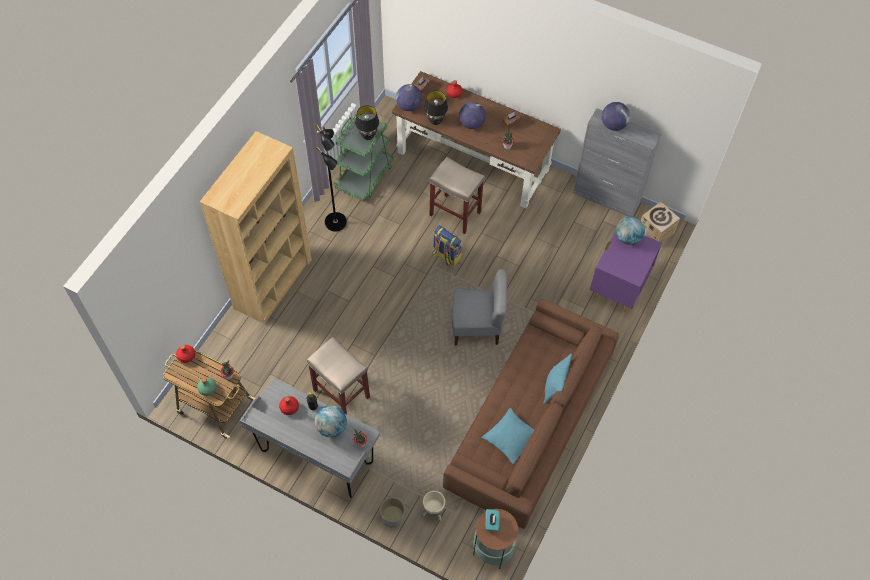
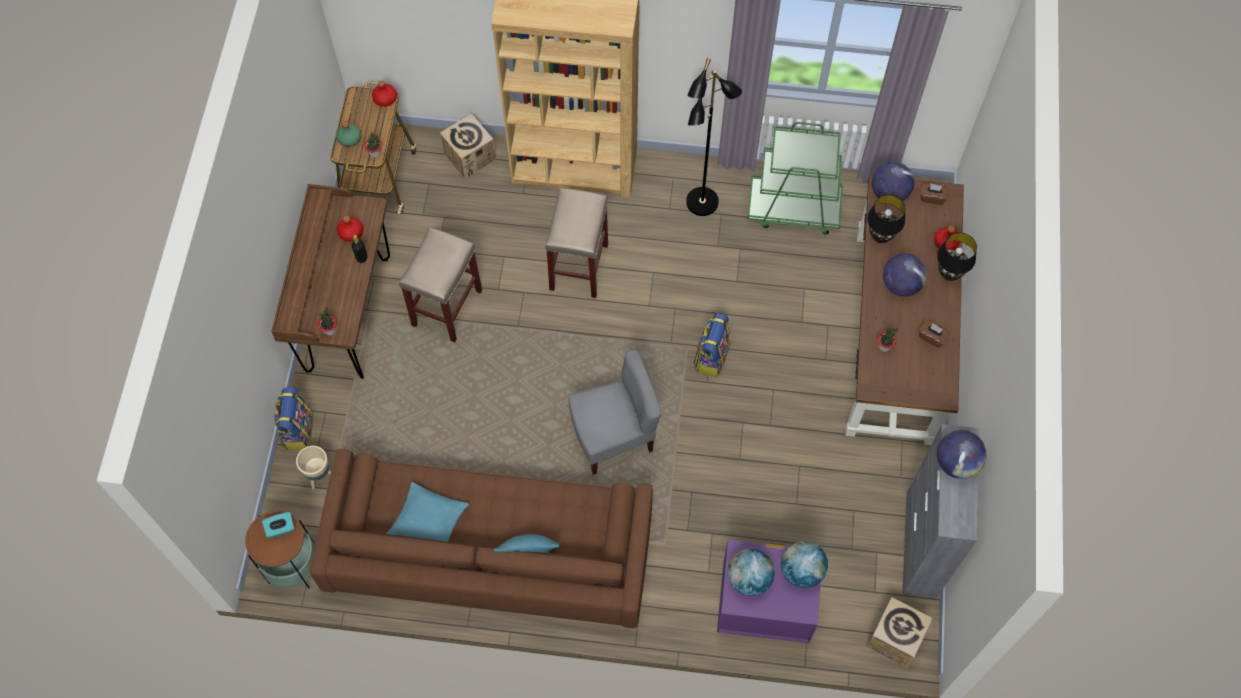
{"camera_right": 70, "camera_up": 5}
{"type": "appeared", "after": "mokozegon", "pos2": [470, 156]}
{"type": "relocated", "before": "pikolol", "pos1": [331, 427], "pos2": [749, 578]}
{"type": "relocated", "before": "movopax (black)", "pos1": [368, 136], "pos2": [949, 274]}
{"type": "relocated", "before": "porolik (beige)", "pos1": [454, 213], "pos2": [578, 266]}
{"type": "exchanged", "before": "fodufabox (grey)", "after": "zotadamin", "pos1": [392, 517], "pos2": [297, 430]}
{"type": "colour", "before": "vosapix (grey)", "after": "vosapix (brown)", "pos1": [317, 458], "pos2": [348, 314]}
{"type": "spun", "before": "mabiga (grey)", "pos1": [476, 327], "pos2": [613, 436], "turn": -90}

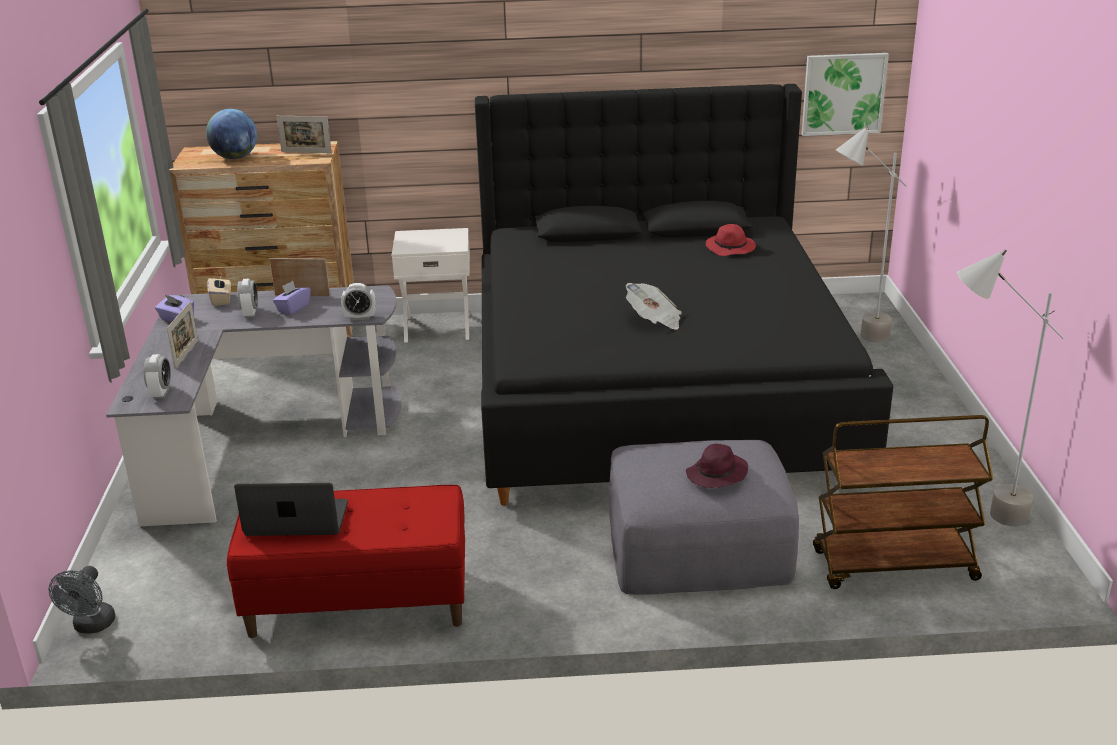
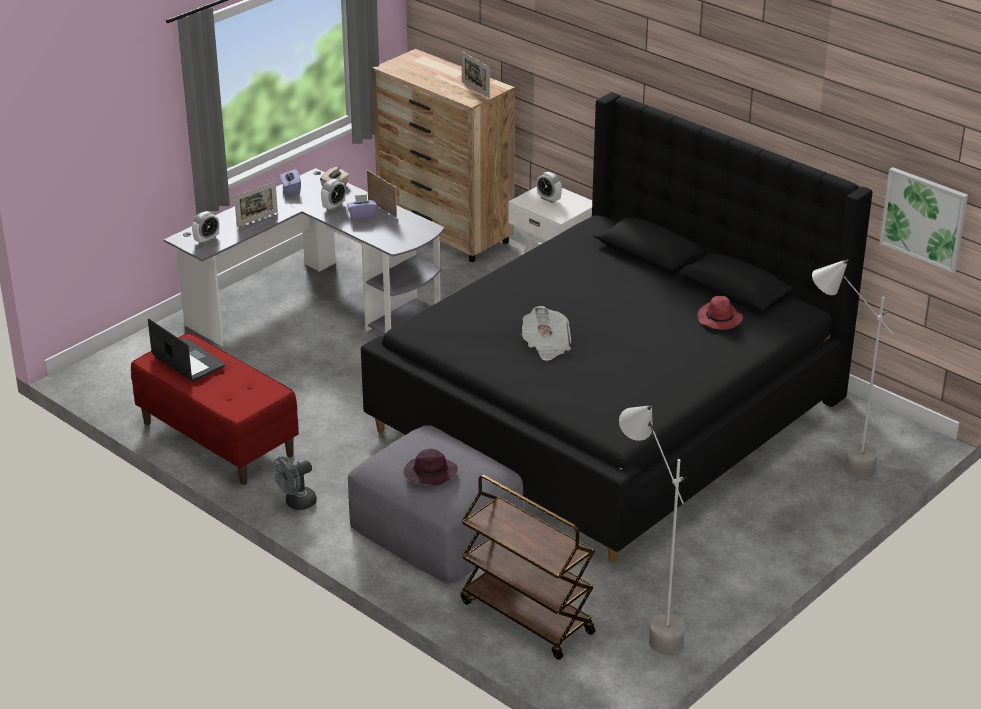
{"camera_right": 45, "camera_up": 5}
{"type": "missing", "before": "pikolol", "pos1": [235, 157]}
{"type": "relocated", "before": "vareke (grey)", "pos1": [92, 626], "pos2": [296, 503]}
{"type": "relocated", "before": "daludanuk", "pos1": [360, 317], "pos2": [549, 199]}

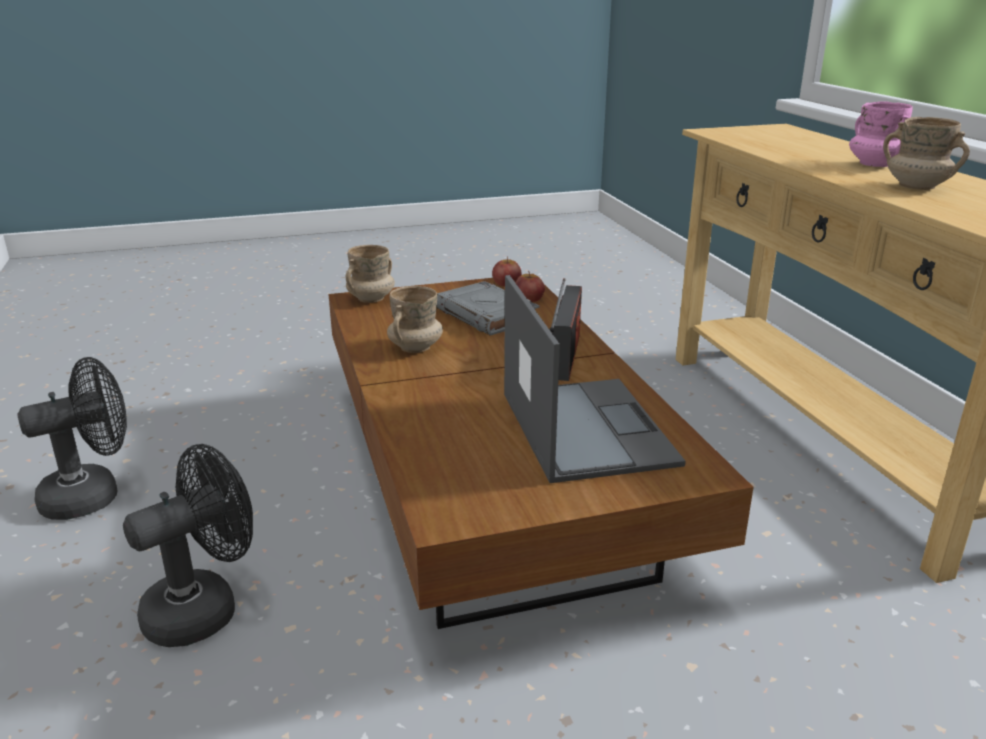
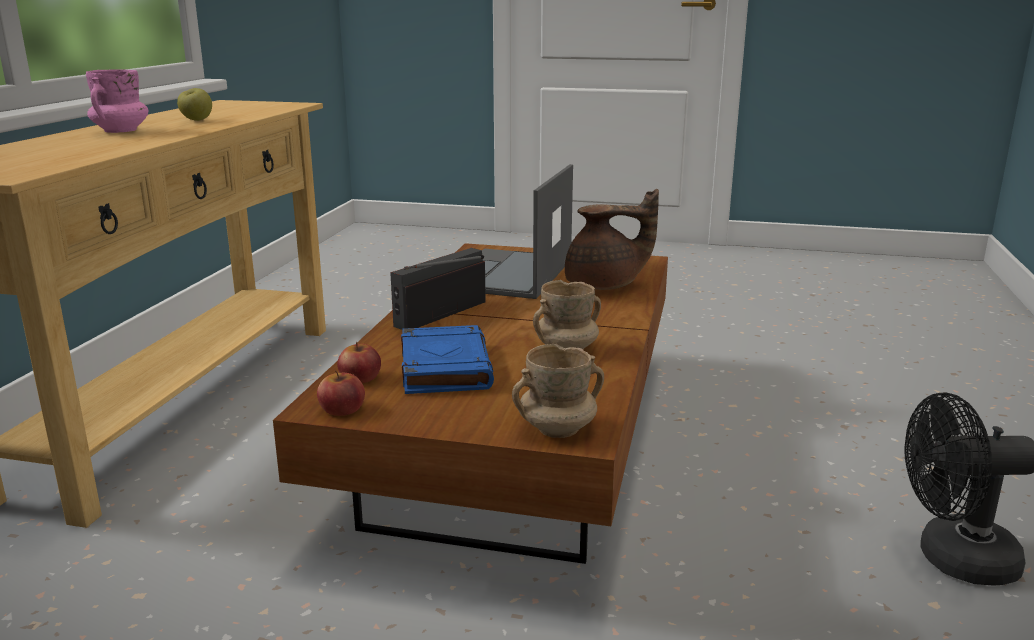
{"camera_right": -150, "camera_up": -5}
{"type": "missing", "before": "vareke (black)", "pos1": [204, 608]}
{"type": "appeared", "after": "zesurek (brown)", "pos2": [605, 285]}
{"type": "exchanged", "before": "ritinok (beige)", "after": "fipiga", "pos1": [916, 187], "pos2": [197, 120]}
{"type": "colour", "before": "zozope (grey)", "after": "zozope (blue)", "pos1": [487, 315], "pos2": [444, 367]}

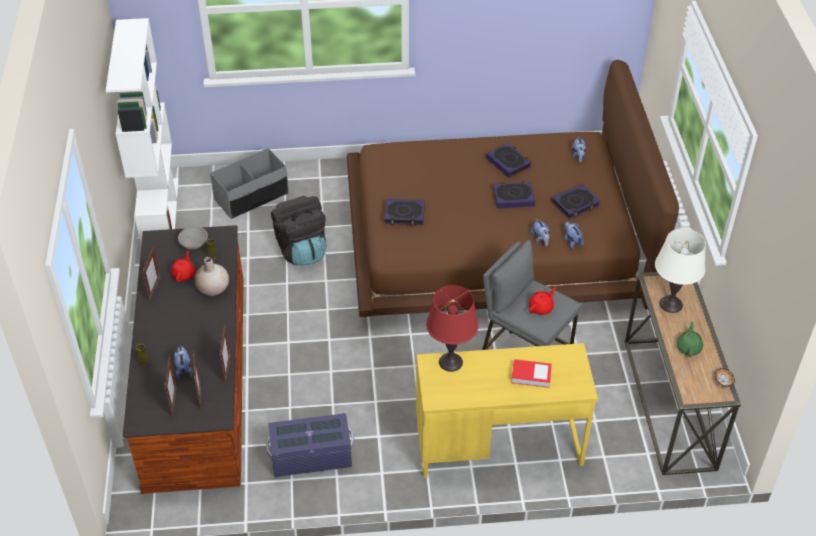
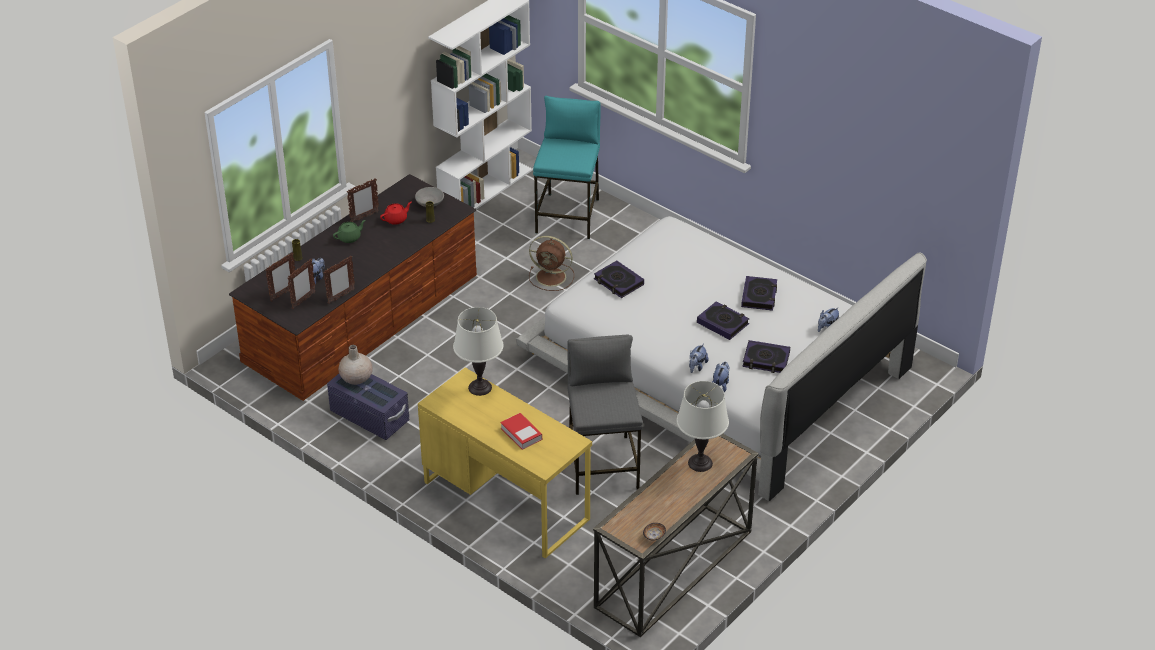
{"camera_right": 45, "camera_up": -5}
{"type": "missing", "before": "zesurek (red)", "pos1": [541, 307]}
{"type": "relocated", "before": "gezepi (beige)", "pos1": [213, 288], "pos2": [356, 378]}
{"type": "relocated", "before": "zesurek (green)", "pos1": [689, 347], "pos2": [350, 238]}
{"type": "exchanged", "before": "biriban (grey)", "after": "porolik (turquoise)", "pos1": [251, 196], "pos2": [568, 216]}
{"type": "exchanged", "before": "zotadamin (black)", "after": "vareke (brown)", "pos1": [301, 250], "pos2": [552, 277]}
{"type": "colour", "before": "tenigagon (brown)", "after": "tenigagon (white)", "pos1": [496, 237], "pos2": [716, 365]}
{"type": "colour", "before": "movopax (red)", "after": "movopax (white)", "pos1": [450, 362], "pos2": [480, 387]}

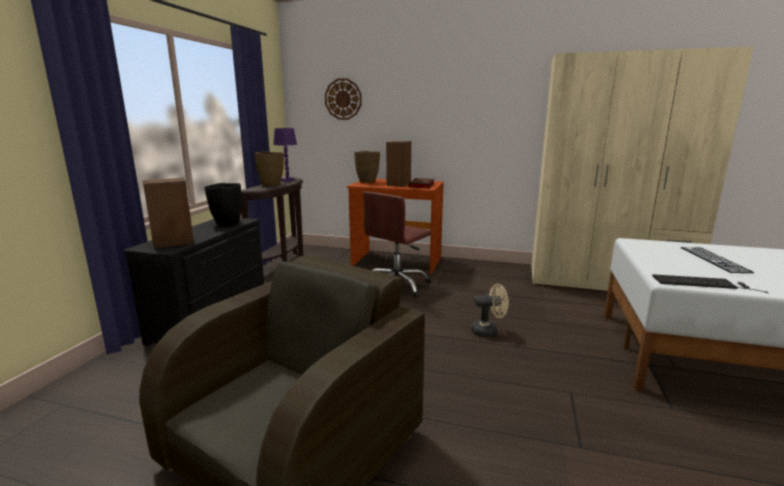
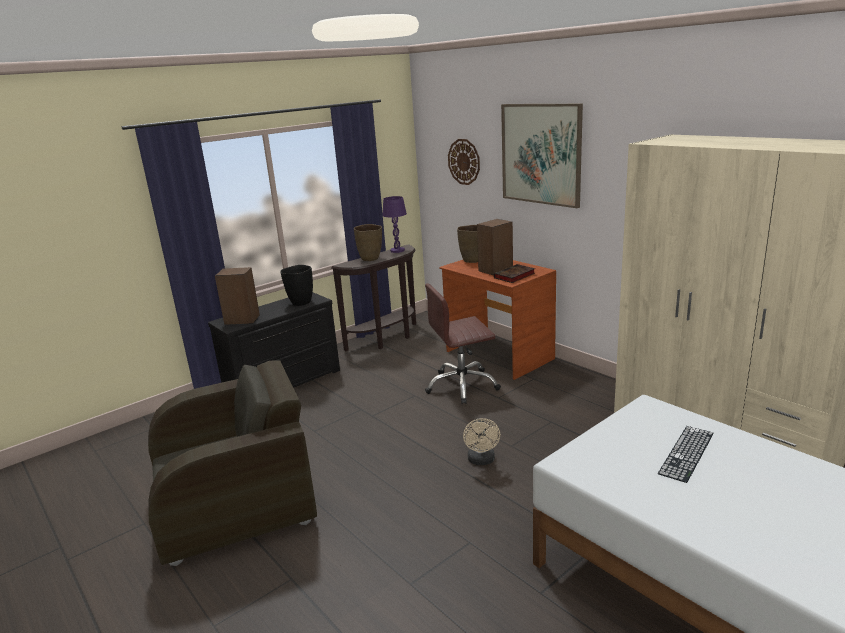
{"camera_right": 35, "camera_up": 5}
{"type": "missing", "before": "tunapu", "pos1": [703, 283]}
{"type": "appeared", "after": "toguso", "pos2": [541, 154]}
{"type": "spun", "before": "vareke (beige)", "pos1": [488, 331], "pos2": [482, 461], "turn": 60}

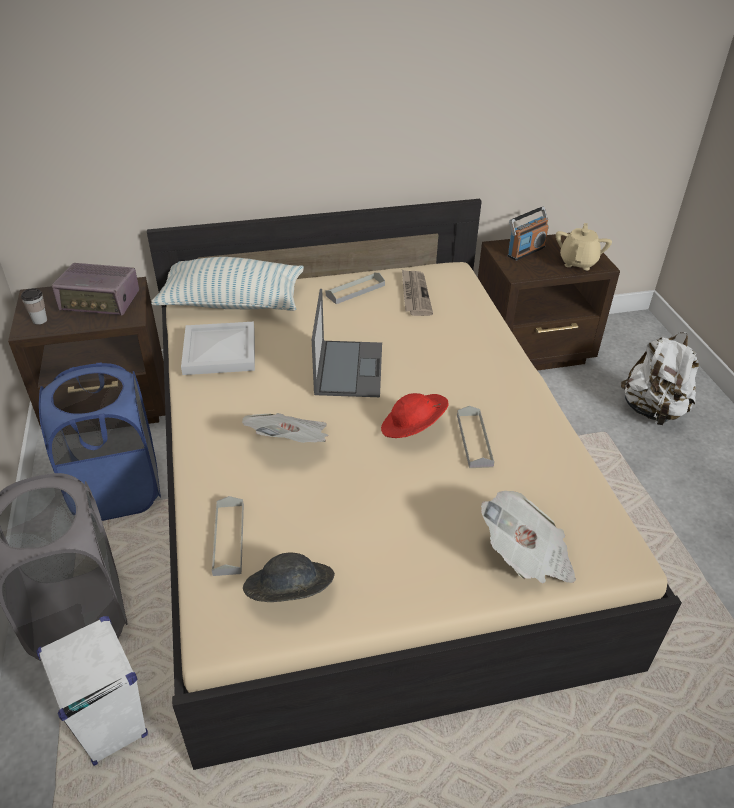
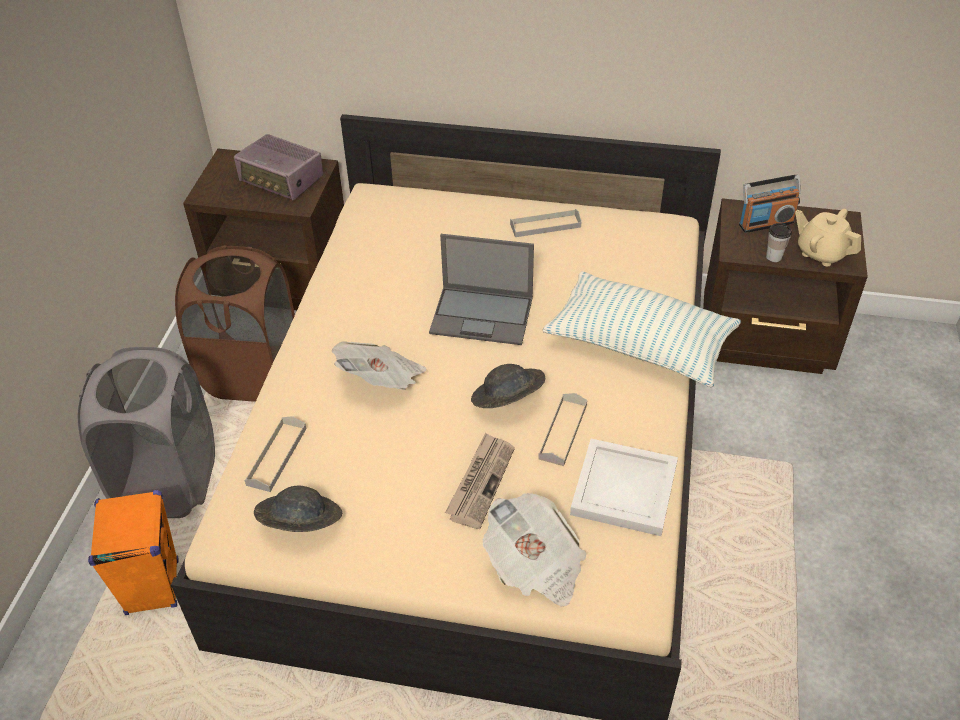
{"camera_right": 25, "camera_up": 5}
{"type": "missing", "before": "zotadamin (white)", "pos1": [652, 410]}
{"type": "relocated", "before": "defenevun", "pos1": [40, 320], "pos2": [774, 257]}
{"type": "relocated", "before": "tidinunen", "pos1": [232, 302], "pos2": [639, 344]}
{"type": "relocated", "before": "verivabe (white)", "pos1": [218, 350], "pos2": [623, 488]}
{"type": "relocated", "before": "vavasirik", "pos1": [414, 294], "pos2": [480, 482]}
{"type": "colour", "before": "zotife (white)", "after": "zotife (orange)", "pos1": [111, 725], "pos2": [152, 587]}
{"type": "colour", "before": "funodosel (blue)", "after": "funodosel (brown)", "pos1": [118, 490], "pos2": [252, 373]}
{"type": "colour", "before": "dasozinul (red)", "after": "dasozinul (grey)", "pos1": [413, 429], "pos2": [507, 401]}
{"type": "spun", "before": "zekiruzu", "pos1": [348, 368], "pos2": [483, 315], "turn": 75}
{"type": "spun", "before": "zesurek (beige)", "pos1": [578, 262], "pos2": [821, 253], "turn": -90}

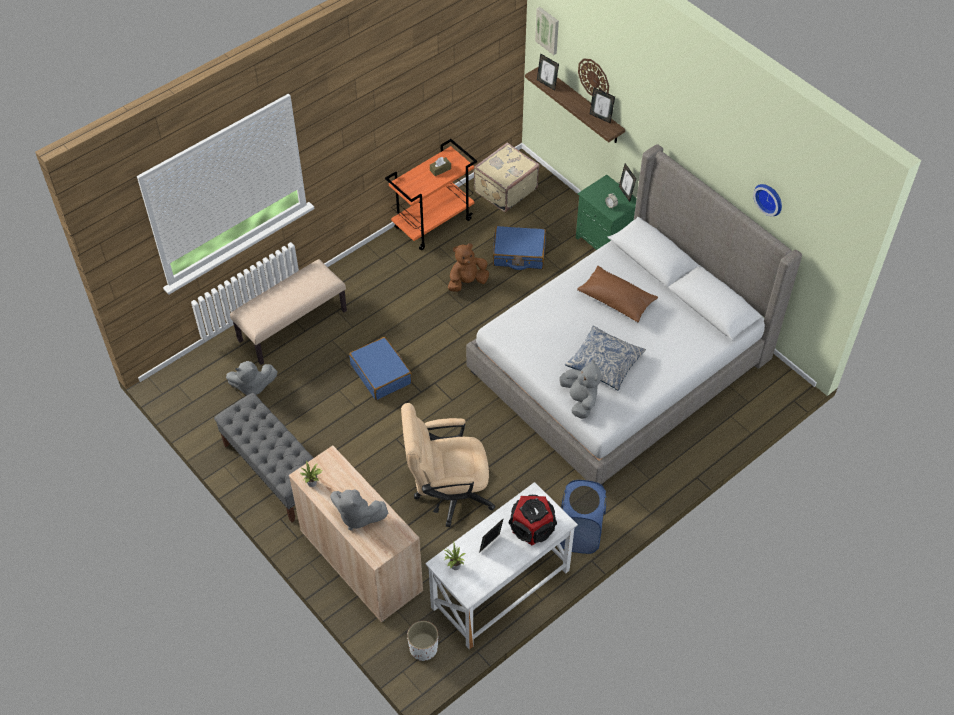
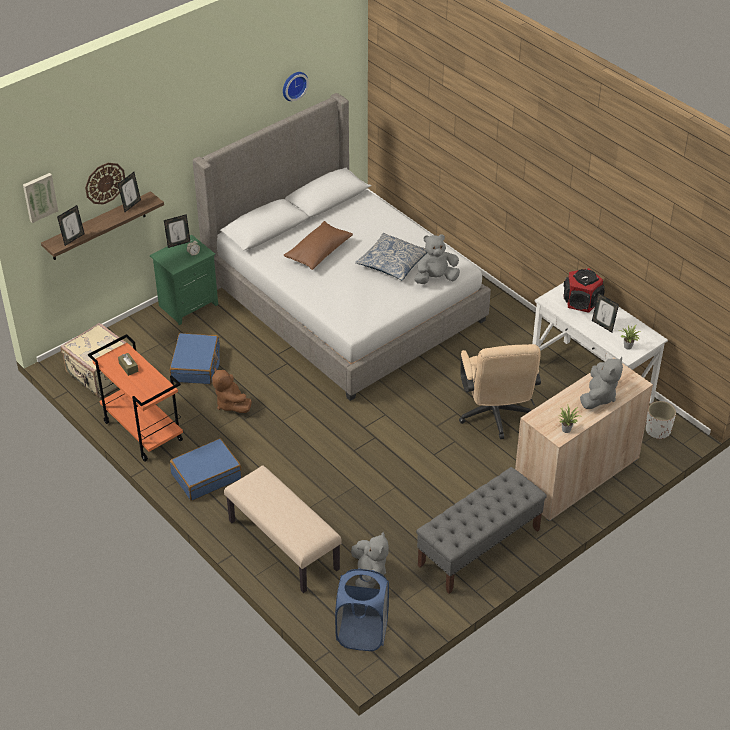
{"camera_right": -90, "camera_up": -10}
{"type": "relocated", "before": "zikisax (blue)", "pos1": [381, 374], "pos2": [206, 476]}
{"type": "relocated", "before": "funodosel (blue)", "pos1": [580, 534], "pos2": [362, 633]}

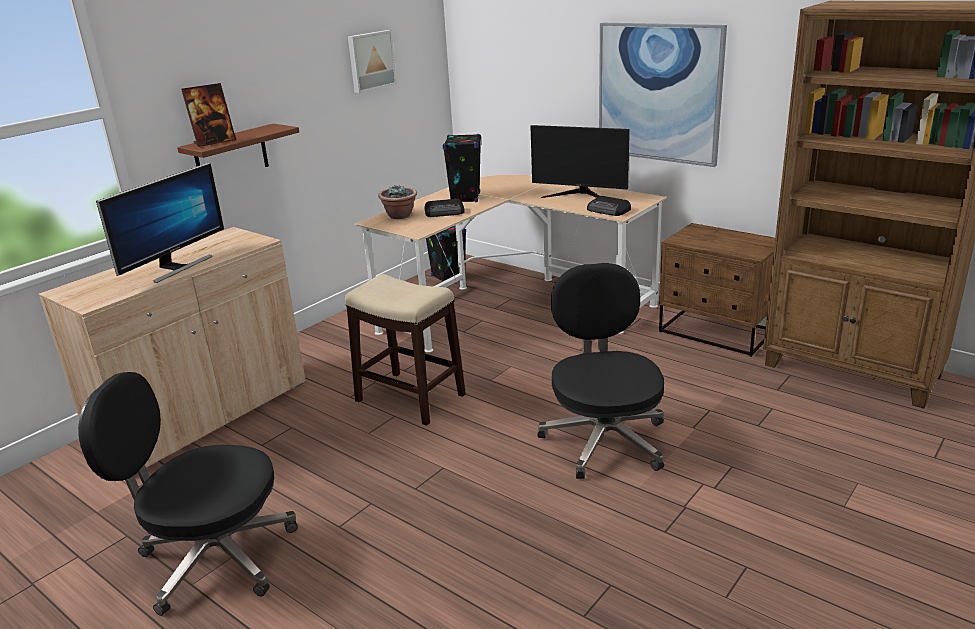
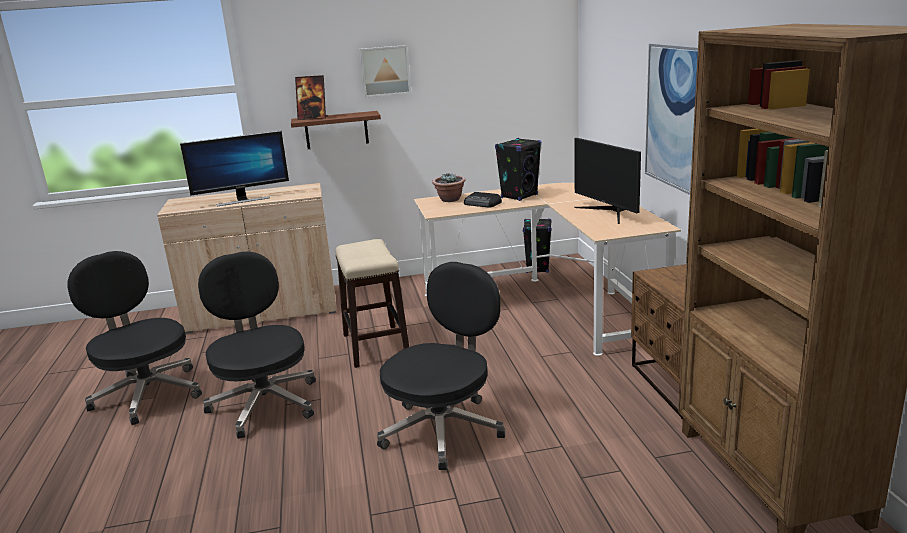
{"camera_right": 40, "camera_up": -5}
{"type": "missing", "before": "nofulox", "pos1": [609, 210]}
{"type": "appeared", "after": "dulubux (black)", "pos2": [264, 403]}
{"type": "relocated", "before": "toguso", "pos1": [370, 61], "pos2": [385, 71]}

